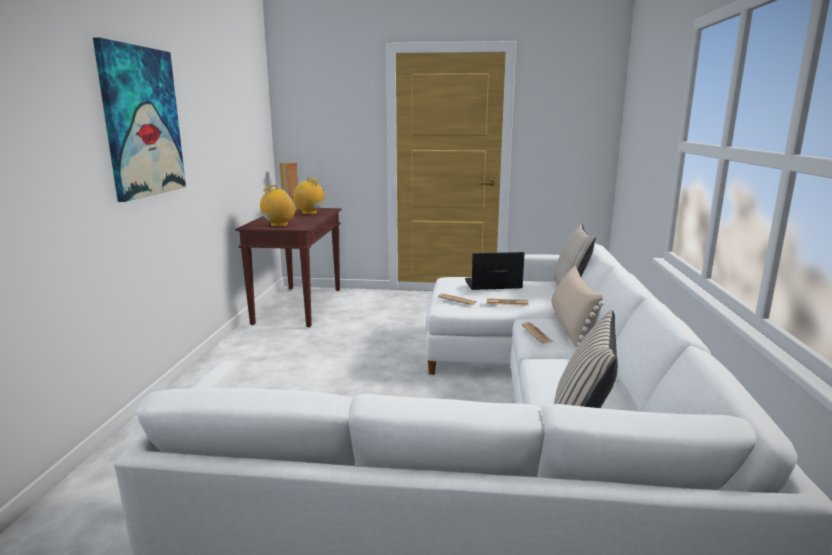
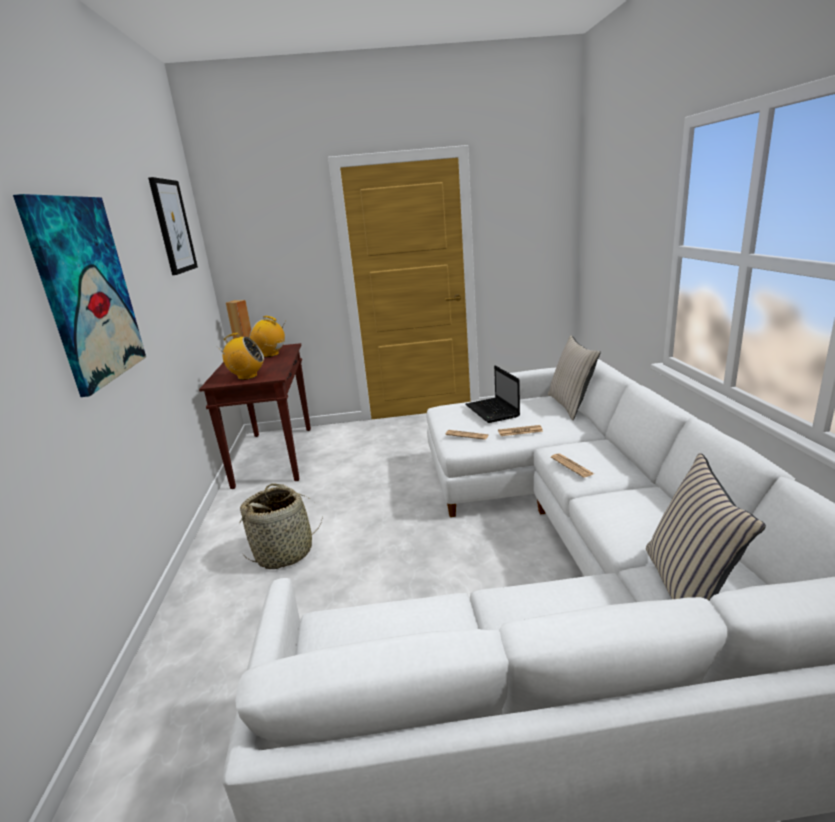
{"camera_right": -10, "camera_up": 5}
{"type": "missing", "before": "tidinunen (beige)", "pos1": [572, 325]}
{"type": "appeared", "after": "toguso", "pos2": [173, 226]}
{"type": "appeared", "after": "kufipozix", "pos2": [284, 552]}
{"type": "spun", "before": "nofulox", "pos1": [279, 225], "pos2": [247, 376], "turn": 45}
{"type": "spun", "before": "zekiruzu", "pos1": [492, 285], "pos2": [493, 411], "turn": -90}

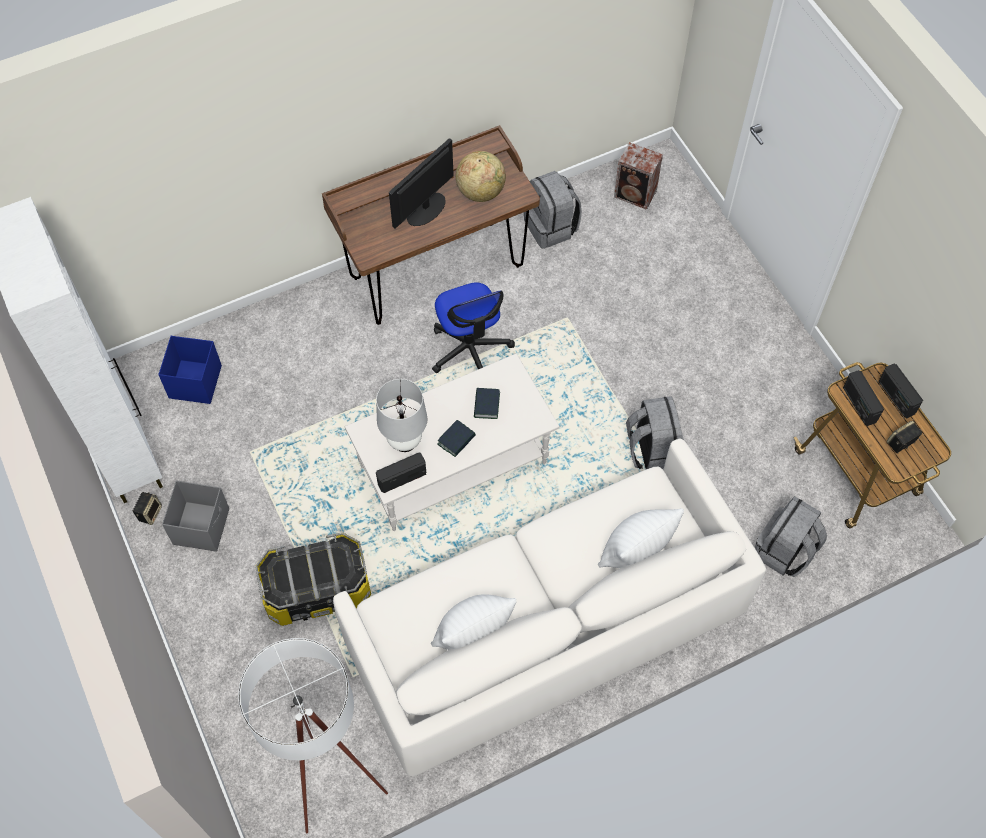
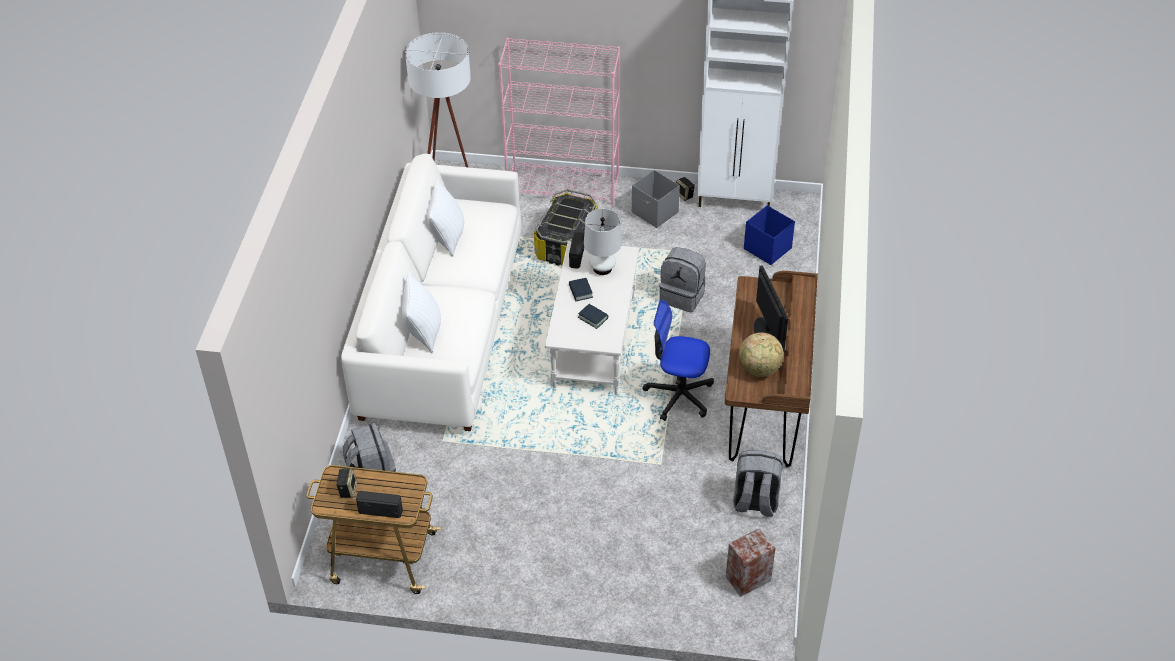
{"camera_right": 125, "camera_up": -15}
{"type": "missing", "before": "nofulox", "pos1": [859, 404]}
{"type": "appeared", "after": "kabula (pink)", "pos2": [563, 187]}
{"type": "relocated", "before": "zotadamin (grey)", "pos1": [652, 449], "pos2": [683, 296]}

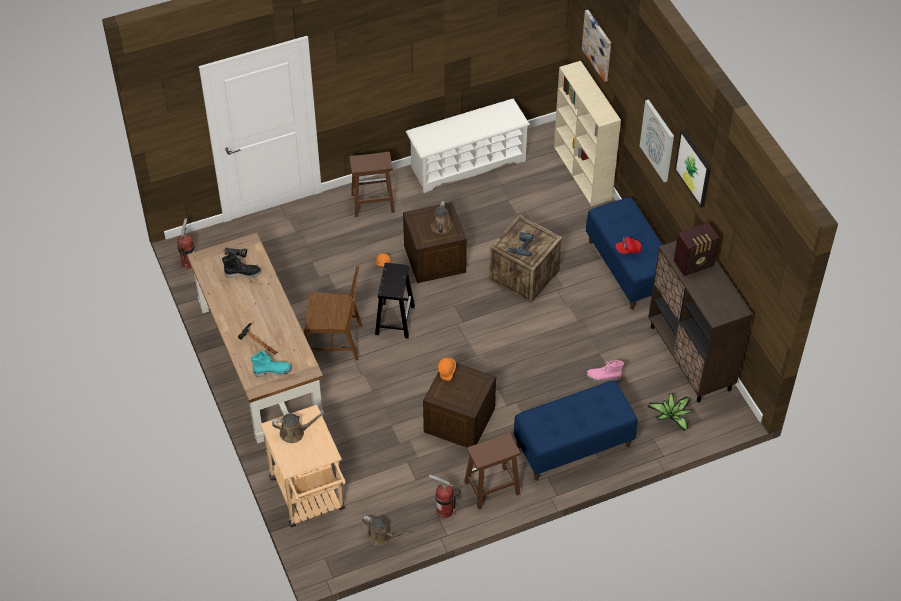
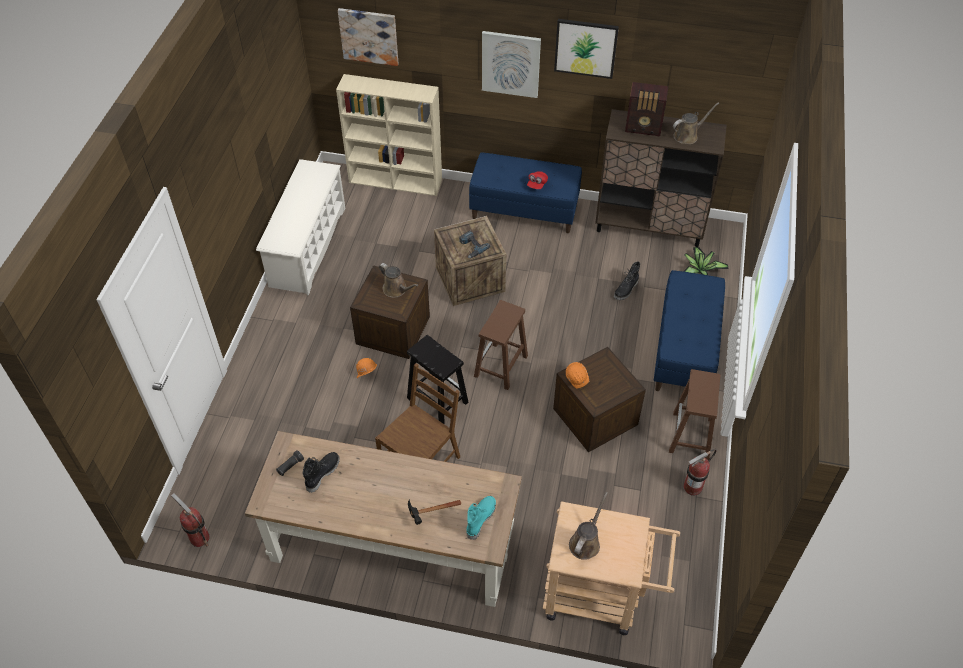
{"camera_right": -55, "camera_up": 0}
{"type": "relocated", "before": "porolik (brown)", "pos1": [372, 203], "pos2": [500, 367]}
{"type": "relocated", "before": "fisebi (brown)", "pos1": [381, 536], "pos2": [687, 136]}
{"type": "colour", "before": "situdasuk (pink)", "after": "situdasuk (black)", "pos1": [603, 377], "pos2": [626, 290]}
{"type": "spun", "before": "nofulox", "pos1": [694, 264], "pos2": [644, 128], "turn": 90}

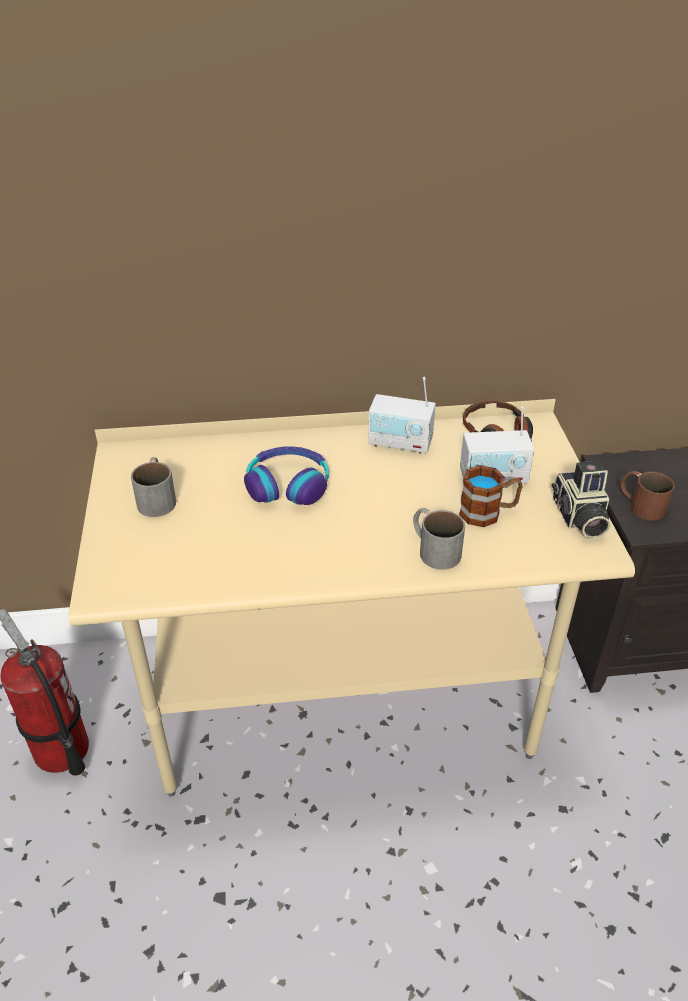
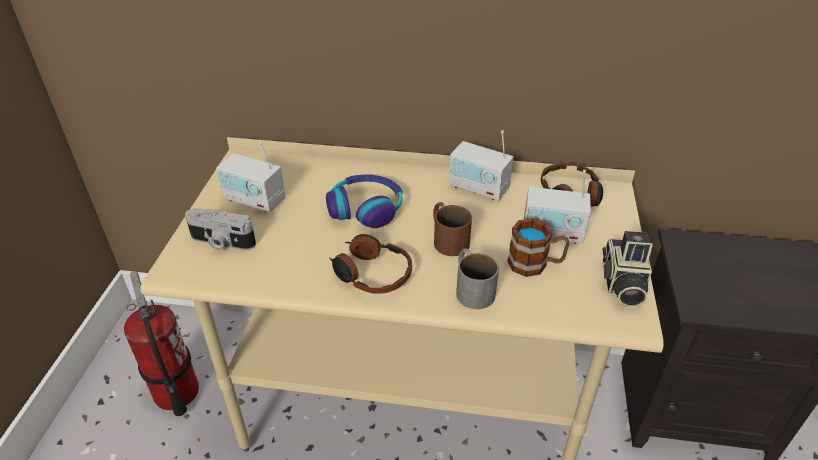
{"camera_right": 15, "camera_up": 0}
{"type": "appeared", "after": "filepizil", "pos2": [221, 242]}
{"type": "appeared", "after": "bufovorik", "pos2": [371, 273]}
{"type": "relocated", "before": "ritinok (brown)", "pos1": [640, 504], "pos2": [447, 238]}
{"type": "exchanged", "before": "ritinok (grey)", "after": "nofulox", "pos1": [157, 497], "pos2": [254, 200]}

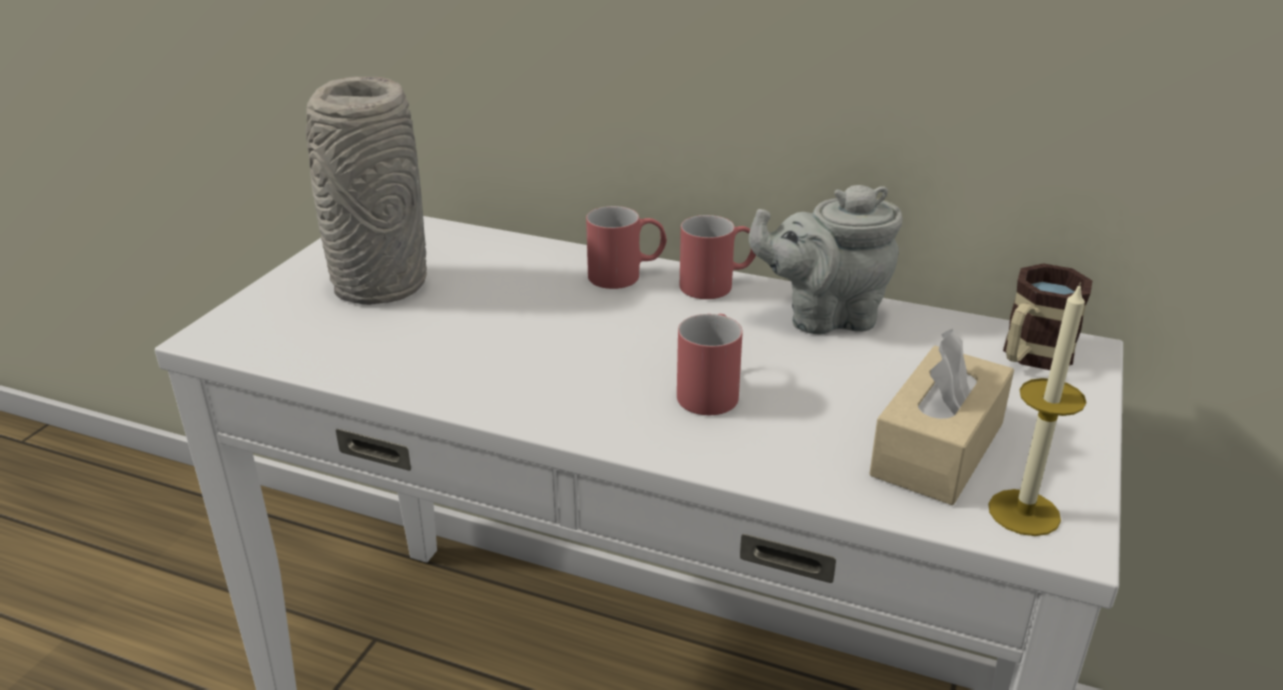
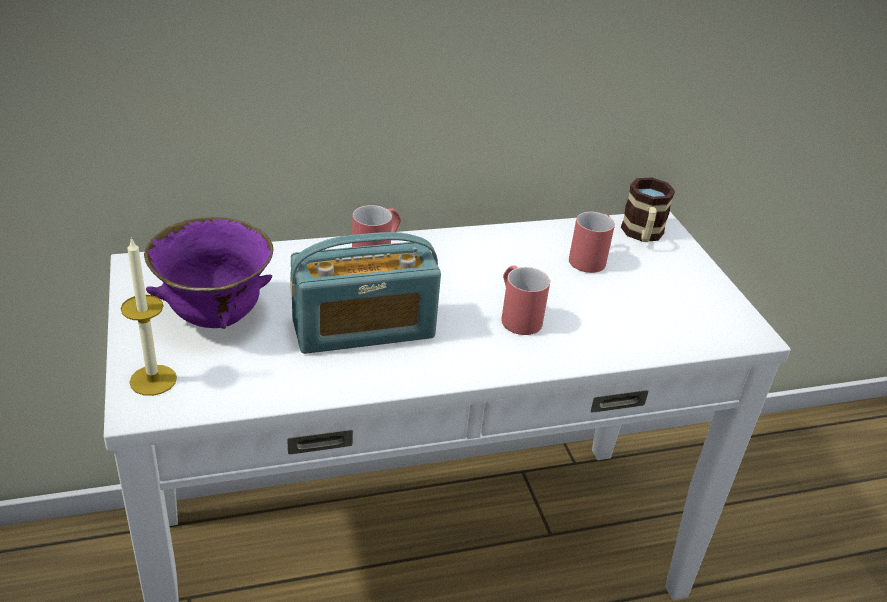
{"camera_right": -40, "camera_up": 5}
{"type": "missing", "before": "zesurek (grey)", "pos1": [824, 317]}
{"type": "missing", "before": "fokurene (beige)", "pos1": [937, 449]}
{"type": "appeared", "after": "nofulox", "pos2": [363, 329]}
{"type": "relocated", "before": "ritinok (red)", "pos1": [718, 284], "pos2": [591, 257]}
{"type": "relocated", "before": "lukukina", "pos1": [1024, 512], "pos2": [153, 380]}
{"type": "exchanged", "before": "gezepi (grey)", "after": "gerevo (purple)", "pos1": [378, 284], "pos2": [215, 318]}

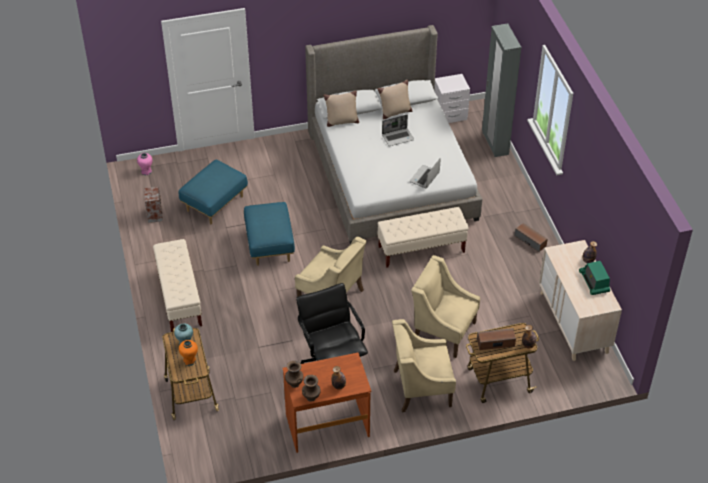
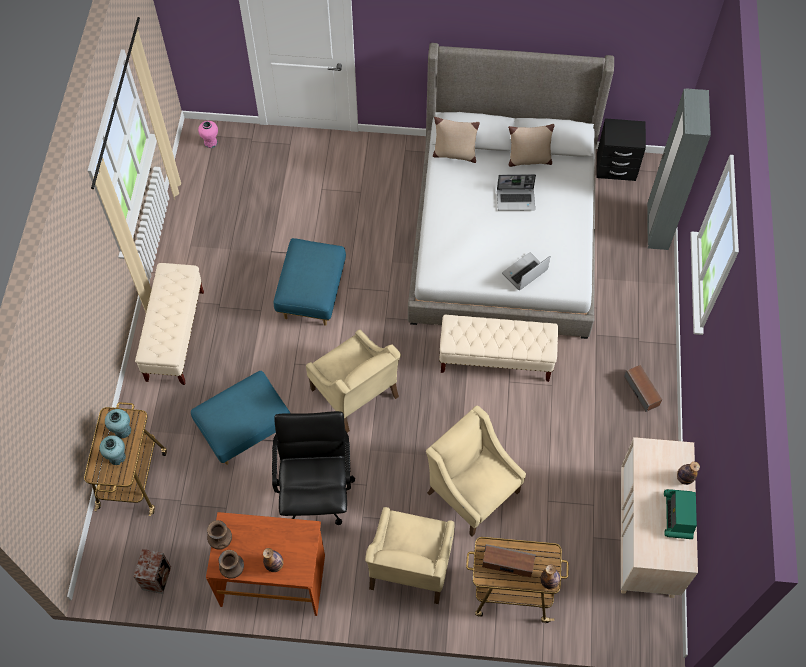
{"camera_right": 20, "camera_up": 15}
{"type": "relocated", "before": "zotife", "pos1": [155, 214], "pos2": [157, 577]}
{"type": "relocated", "before": "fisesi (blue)", "pos1": [214, 203], "pos2": [245, 428]}
{"type": "colour", "before": "gezepi (orange)", "after": "gezepi (turquoise)", "pos1": [189, 360], "pos2": [117, 457]}
{"type": "colour", "before": "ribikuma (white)", "after": "ribikuma (black)", "pos1": [449, 115], "pos2": [616, 167]}
{"type": "spun", "before": "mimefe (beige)", "pos1": [421, 388], "pos2": [410, 566], "turn": -90}

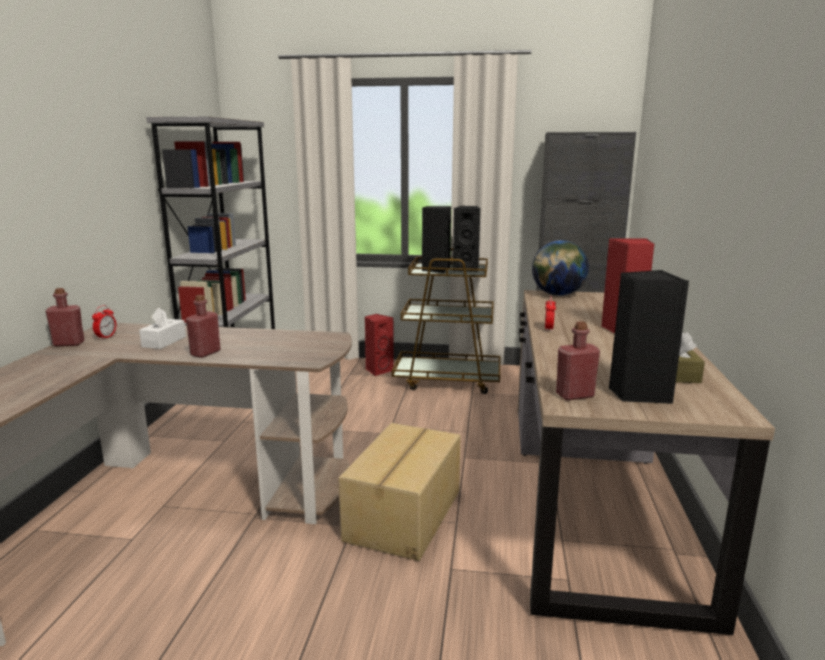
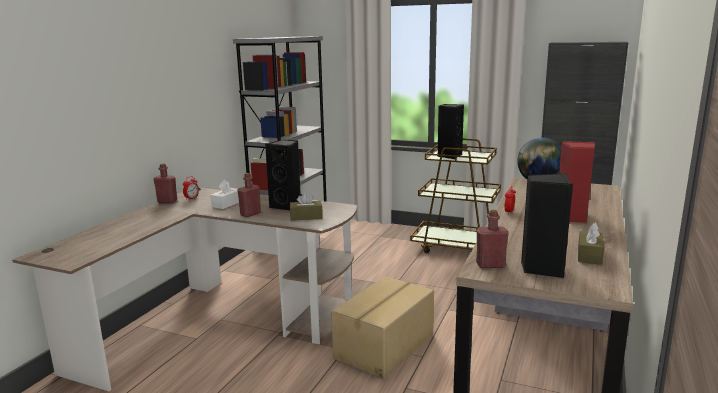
{"camera_right": 15, "camera_up": 0}
{"type": "missing", "before": "zotife (red)", "pos1": [378, 370]}
{"type": "appeared", "after": "fokurene (brown)", "pos2": [306, 217]}
{"type": "relocated", "before": "zotife (black)", "pos1": [466, 269], "pos2": [287, 206]}

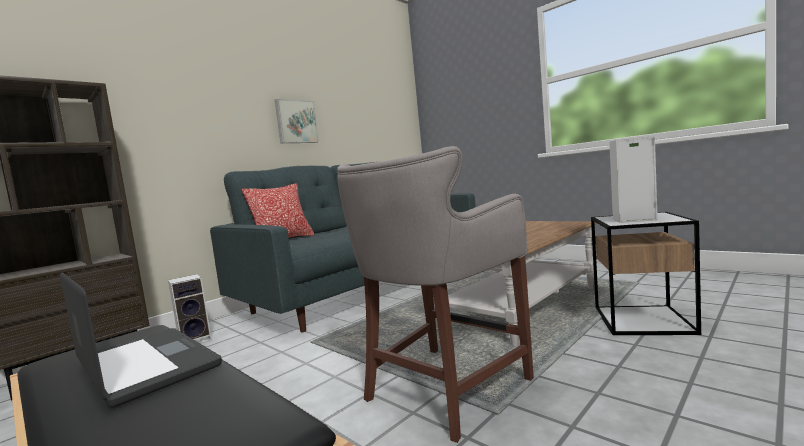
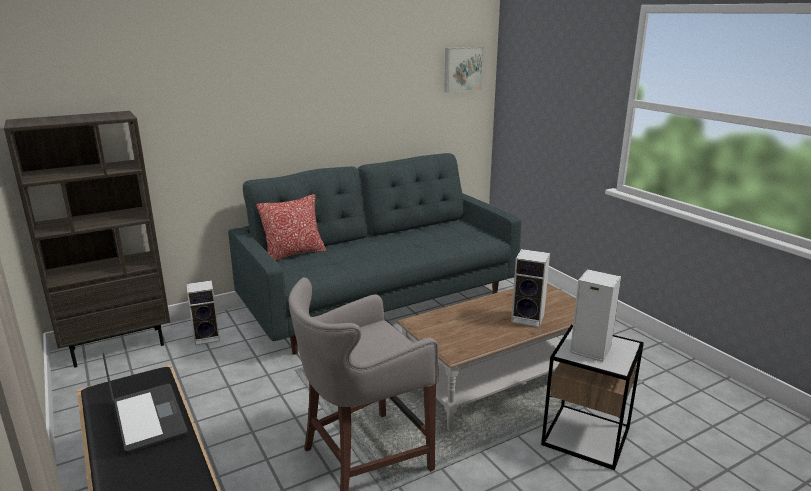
{"camera_right": 15, "camera_up": 15}
{"type": "appeared", "after": "zotife", "pos2": [529, 318]}
{"type": "relocated", "before": "toguso", "pos1": [296, 122], "pos2": [462, 69]}

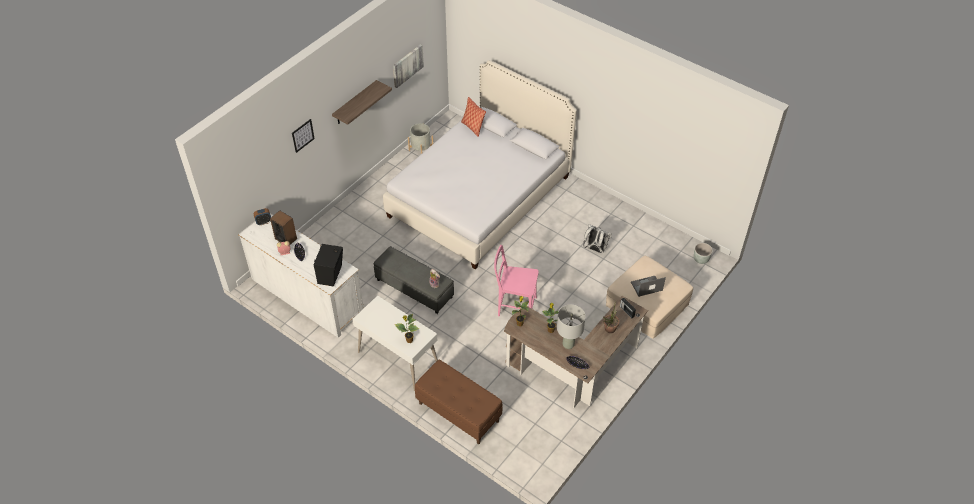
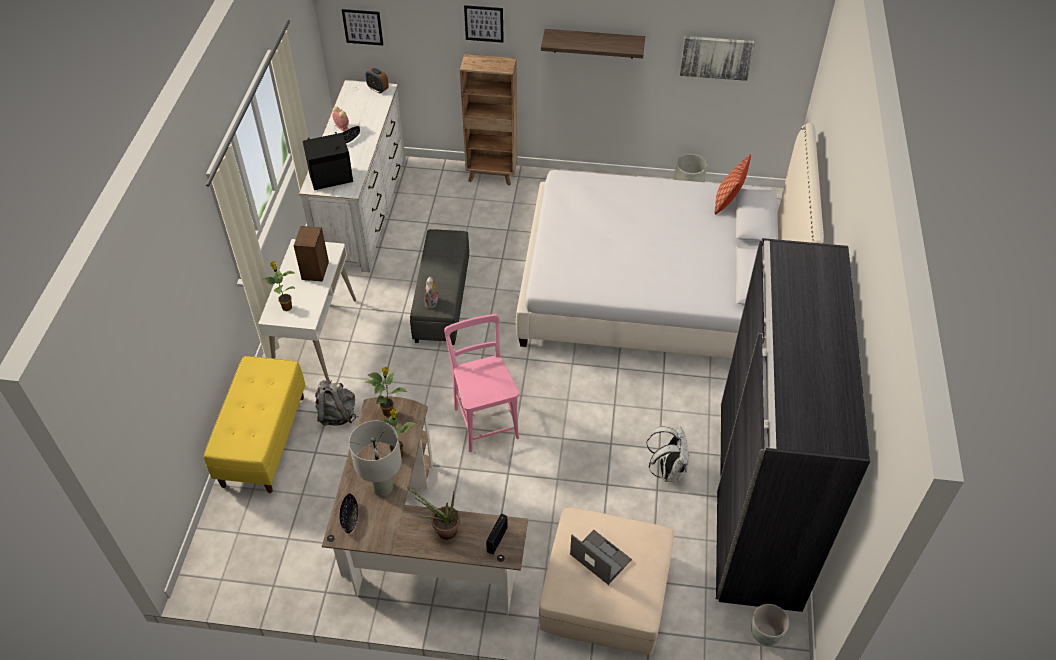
{"camera_right": 60, "camera_up": 0}
{"type": "appeared", "after": "zotadamin (grey)", "pos2": [337, 414]}
{"type": "appeared", "after": "toguso", "pos2": [362, 27]}
{"type": "appeared", "after": "kabula (brown)", "pos2": [492, 175]}
{"type": "appeared", "after": "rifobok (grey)", "pos2": [758, 502]}
{"type": "relocated", "before": "zotife", "pos1": [286, 238], "pos2": [315, 270]}
{"type": "colour", "before": "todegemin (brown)", "after": "todegemin (yellow)", "pos1": [458, 412], "pos2": [263, 440]}

